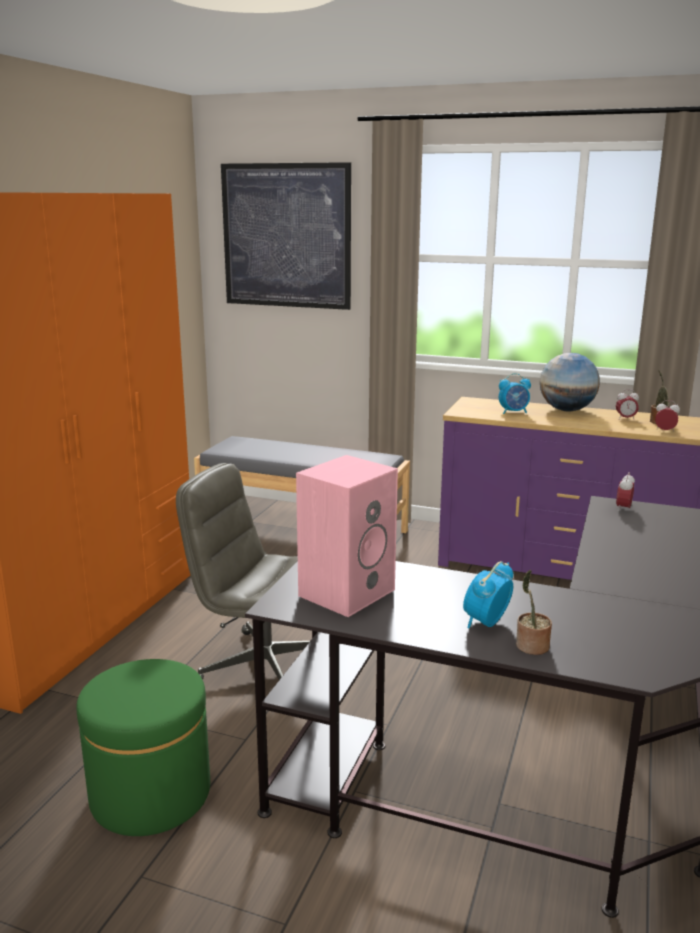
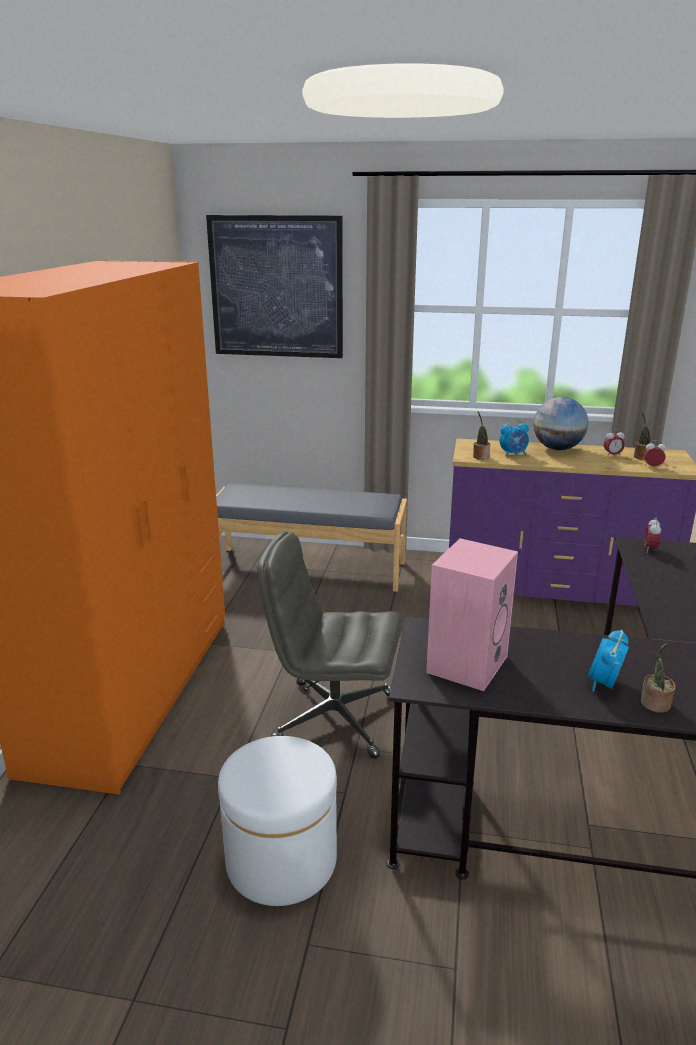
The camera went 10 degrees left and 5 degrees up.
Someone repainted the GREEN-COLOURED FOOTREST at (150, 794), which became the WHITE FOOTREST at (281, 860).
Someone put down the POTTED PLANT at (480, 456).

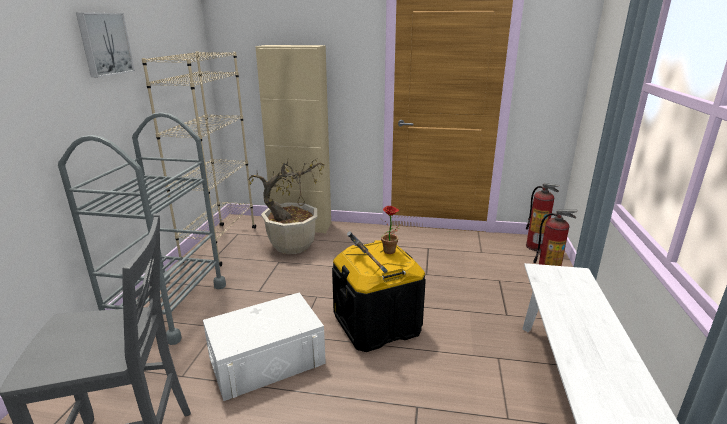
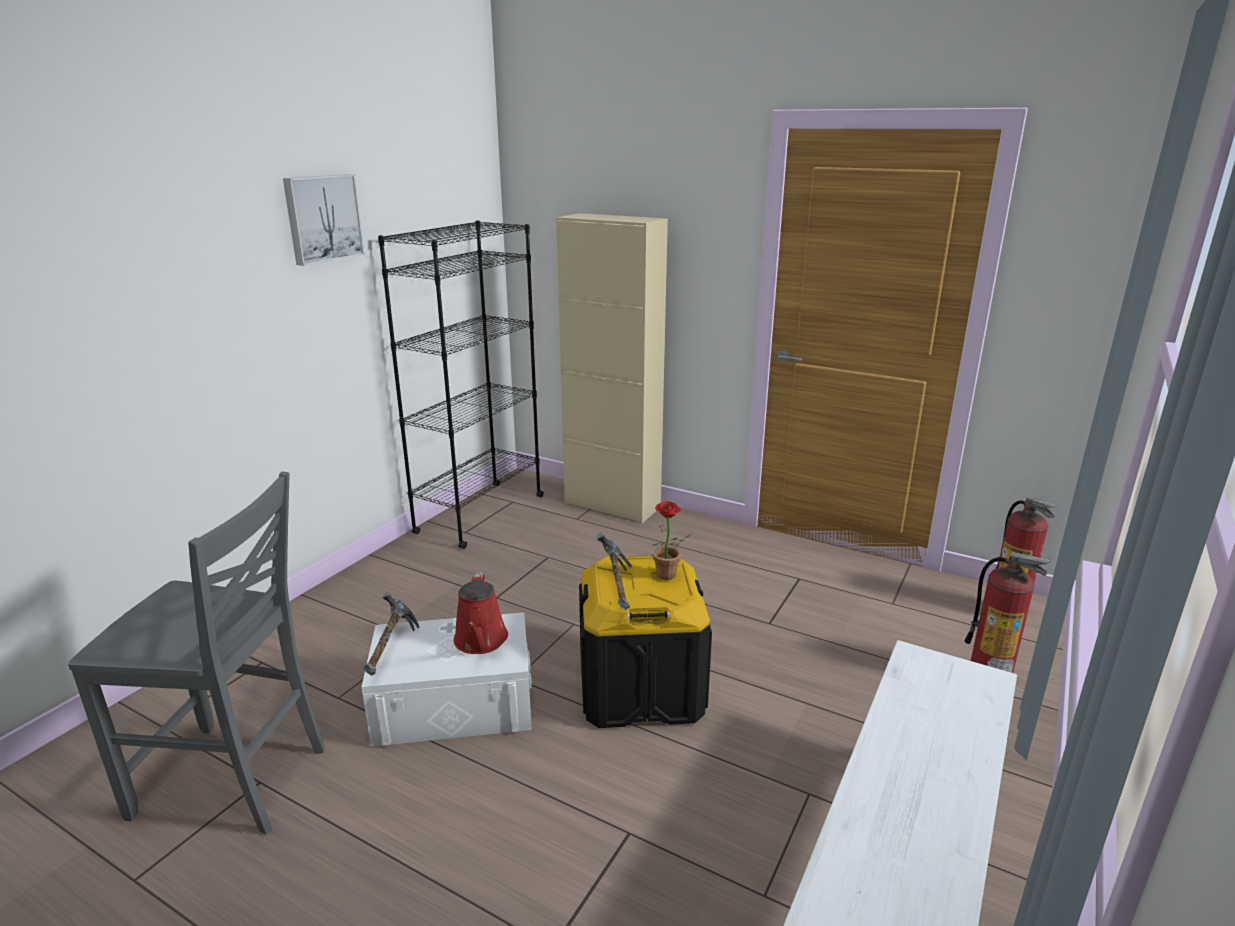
The camera went 20 degrees right and 0 degrees up.
Someone took away the GREYISH CART at (168, 308).
Someone repainted the BEIGE-COLOURED SHELVING UNIT at (220, 244), which became the BLACK SHELVING UNIT at (480, 514).
Someone took away the POTTED PLANT at (292, 245).
Someone put down the TOOL HAMMER at (389, 652).
Someone put down the RED SPRINKLING CAN at (480, 641).

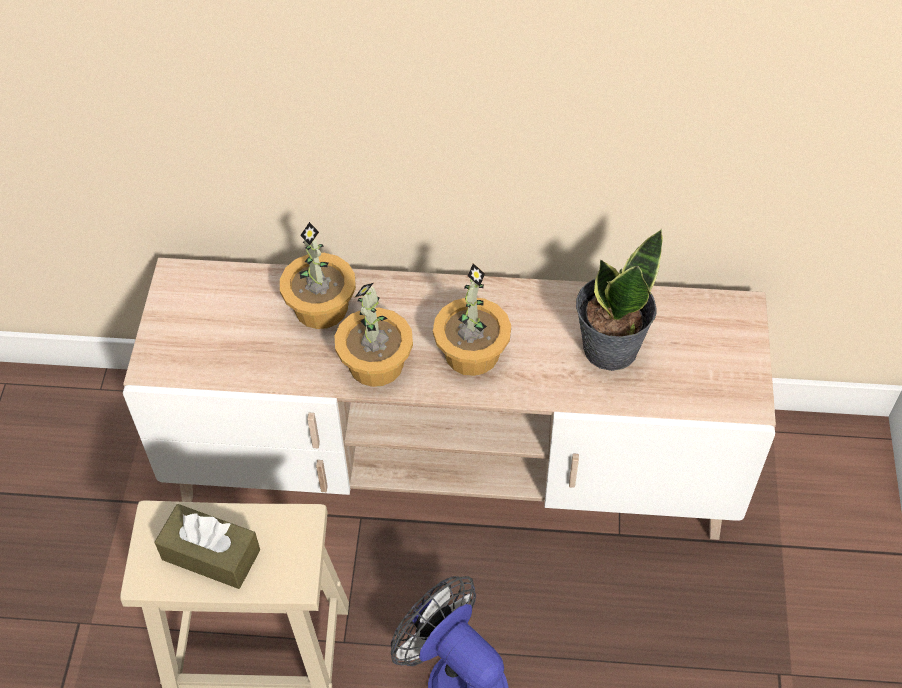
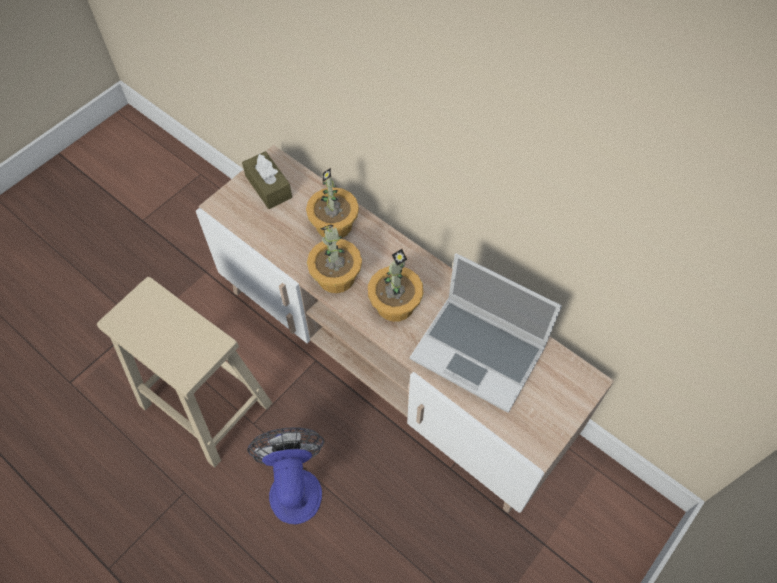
The camera went 35 degrees right and 5 degrees up.
Someone carried the BROWN TISSUE BOX from (211, 554) to (268, 187).
Someone swapped the POTTED PLANT at (609, 347) for the NOTEBOOK COMPUTER at (480, 353).

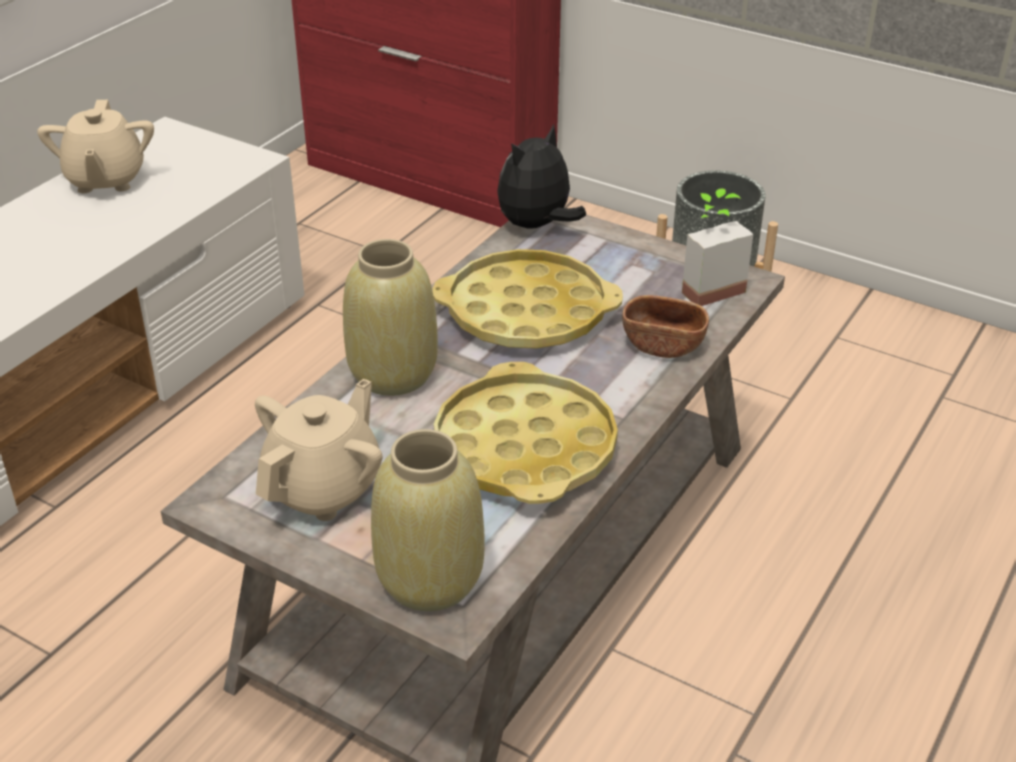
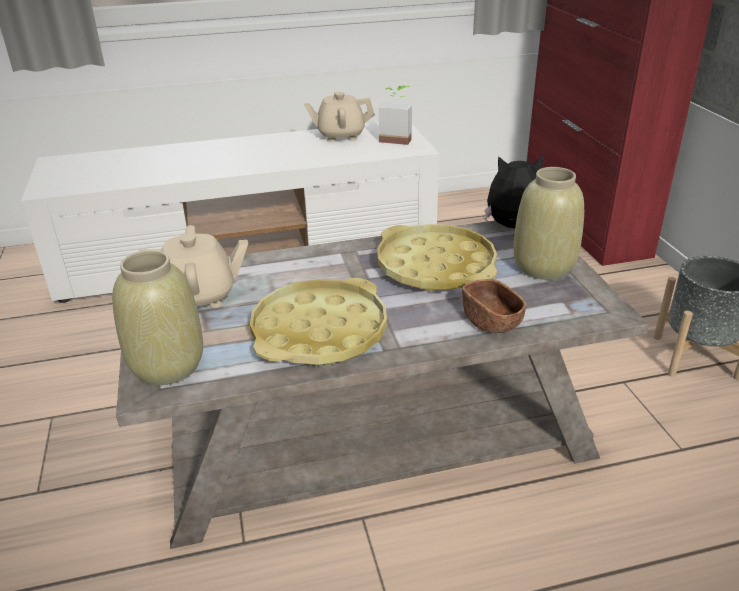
The camera went 45 degrees right and 5 degrees down.
Someone rotated the BEIGE-COLOURED TEAPOT at (105, 180) by 45 degrees clockwise.
Someone carried the BEIGE-COLOURED DECORATIVE VASE from (393, 375) to (543, 267).
Someone carried the POTTED PLANT from (706, 286) to (397, 138).

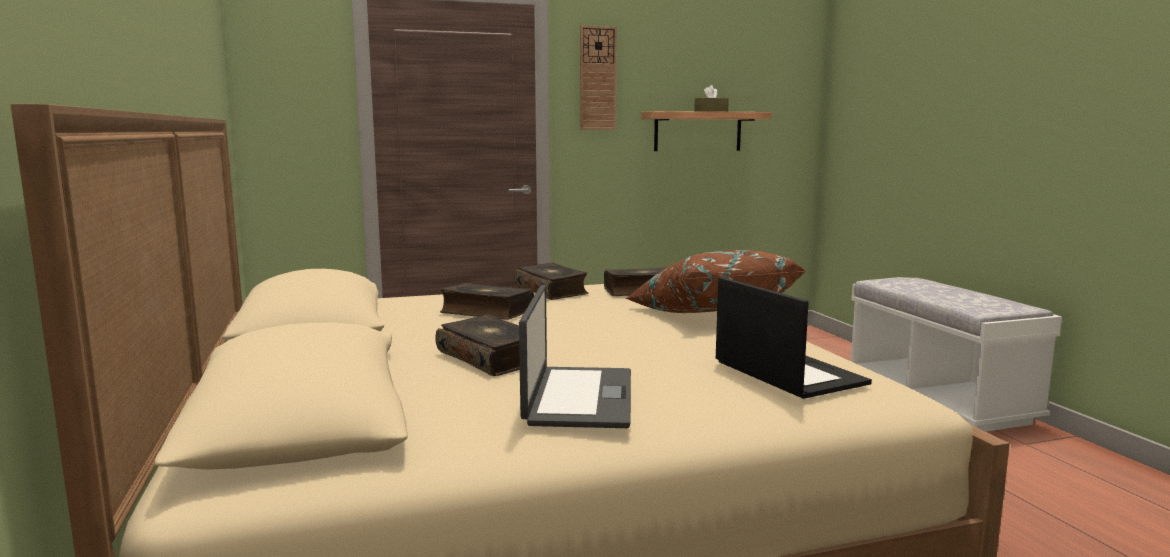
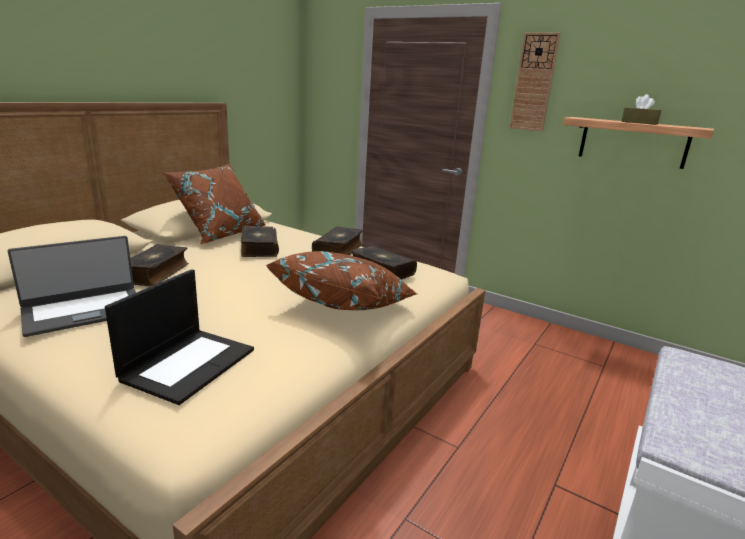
The camera went 50 degrees right and 10 degrees up.
Someone put down the BROWN PILLOW at (220, 234).

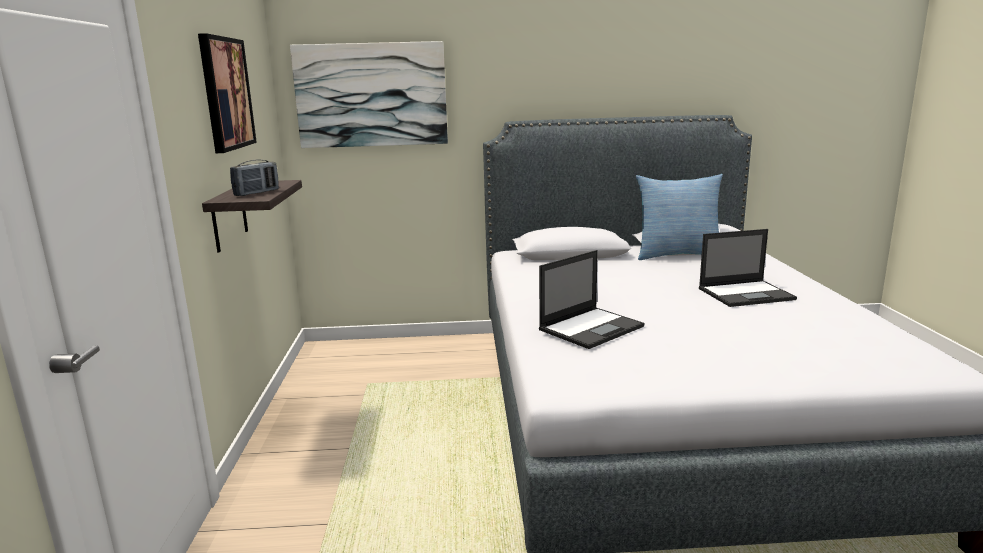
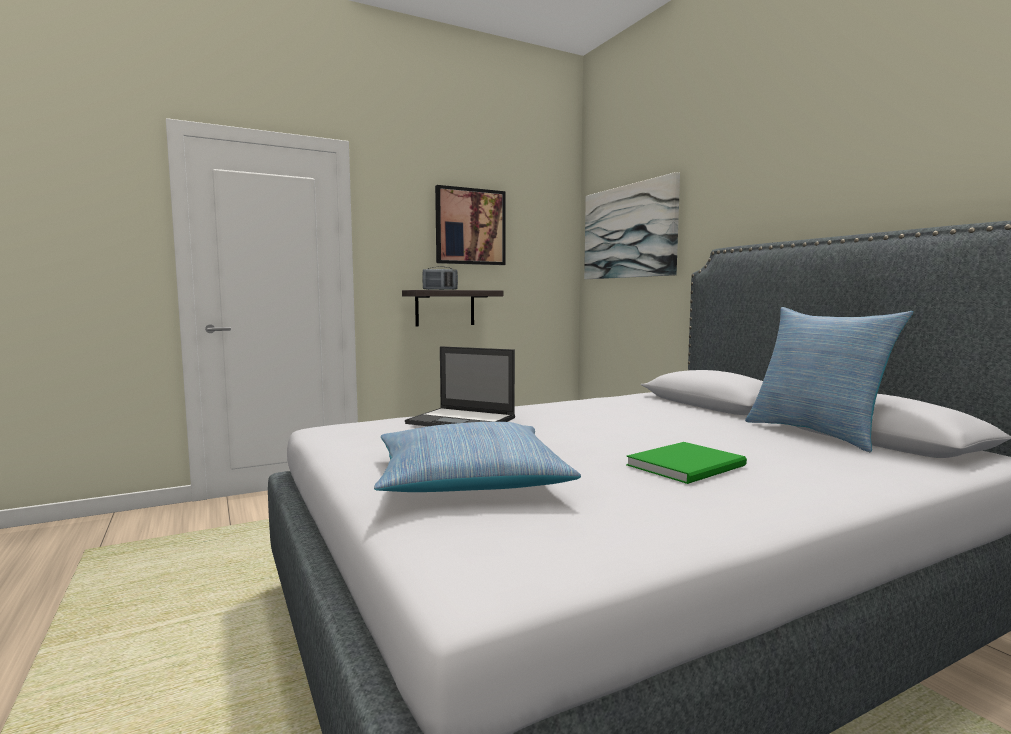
The camera went 65 degrees right and 10 degrees down.
Someone swapped the NOTEBOOK COMPUTER at (746, 294) for the GREEN-COLOURED BOOK at (690, 465).
Someone put down the PILLOW at (468, 479).

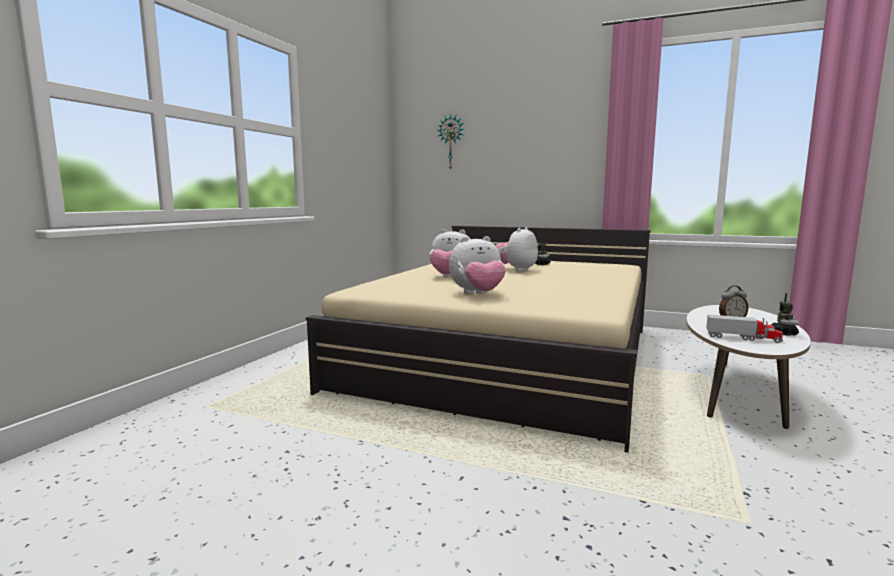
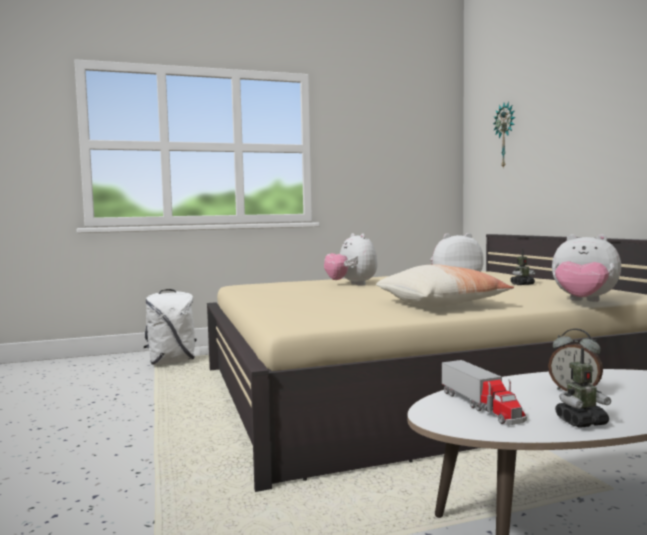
The camera went 50 degrees right and 5 degrees down.
Someone carried the PLUSH TOY from (477, 294) to (583, 301).
Someone put down the WHITE KNAPSACK at (171, 362).
Someone put down the PILLOW at (441, 304).

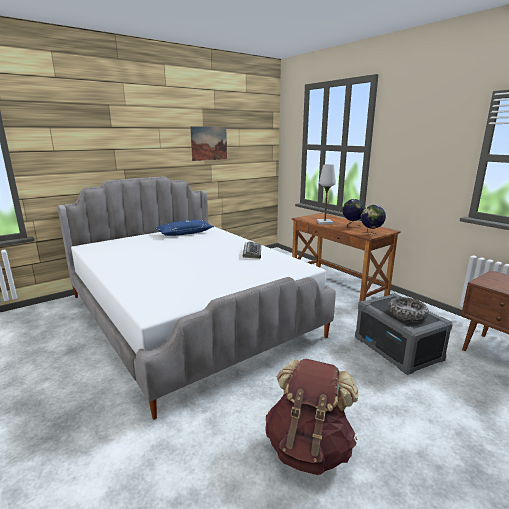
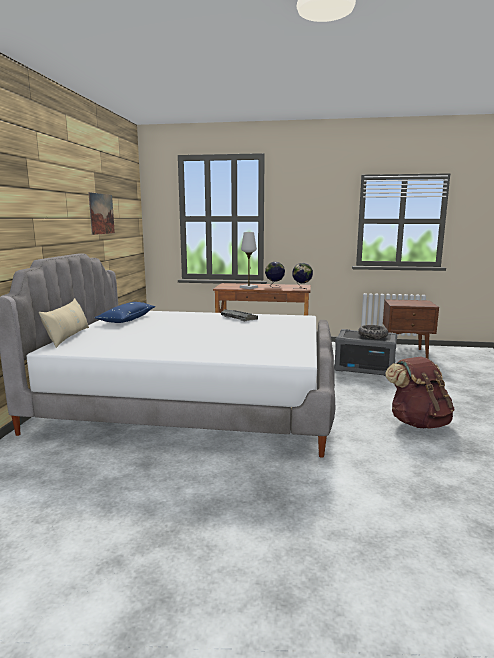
The camera went 45 degrees left and 5 degrees down.
Someone put down the BEIGE-COLOURED PILLOW at (68, 337).

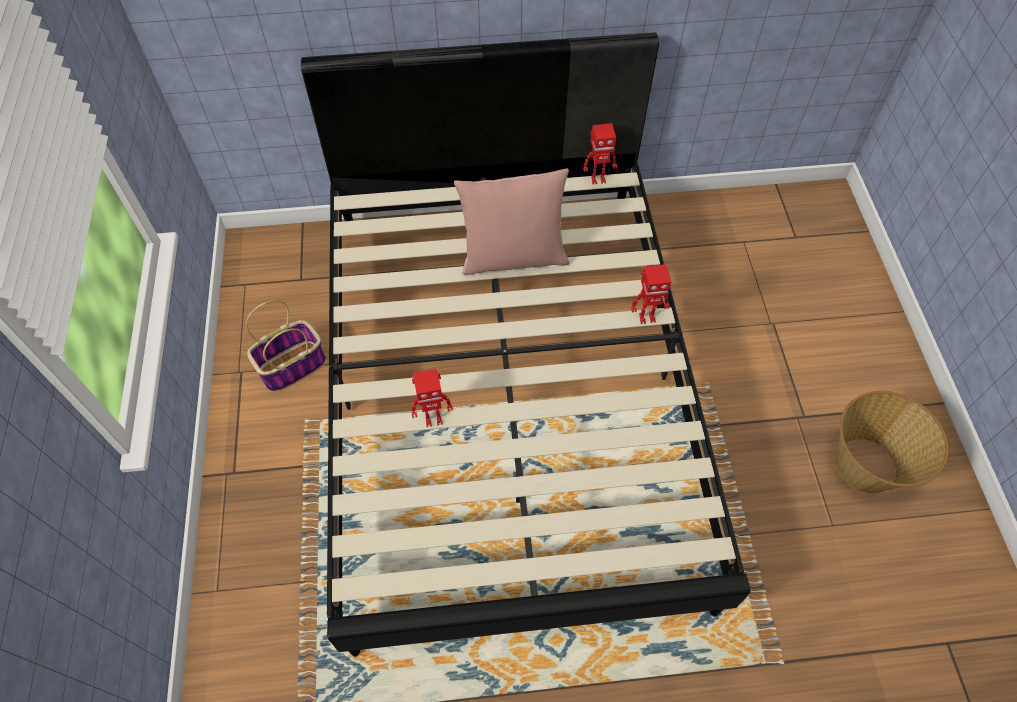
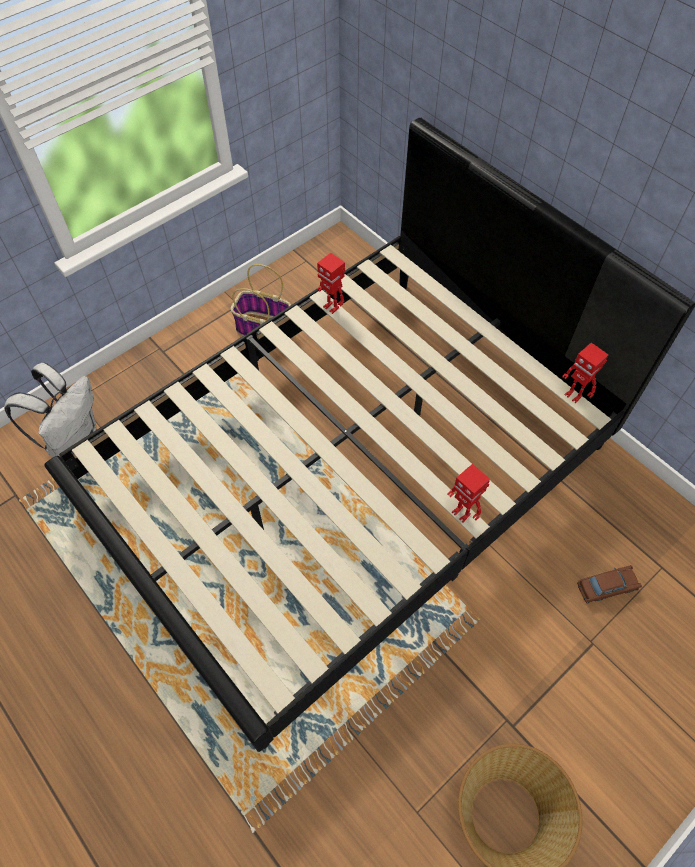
The camera went 55 degrees right and 0 degrees up.
Someone carried the TOY ROBOT from (433, 419) to (332, 307).
Someone took away the PINKISH PILLOW at (513, 257).
Someone put down the WHITE KNAPSACK at (73, 439).
Someone put down the BROWN TOY CAR at (606, 586).

